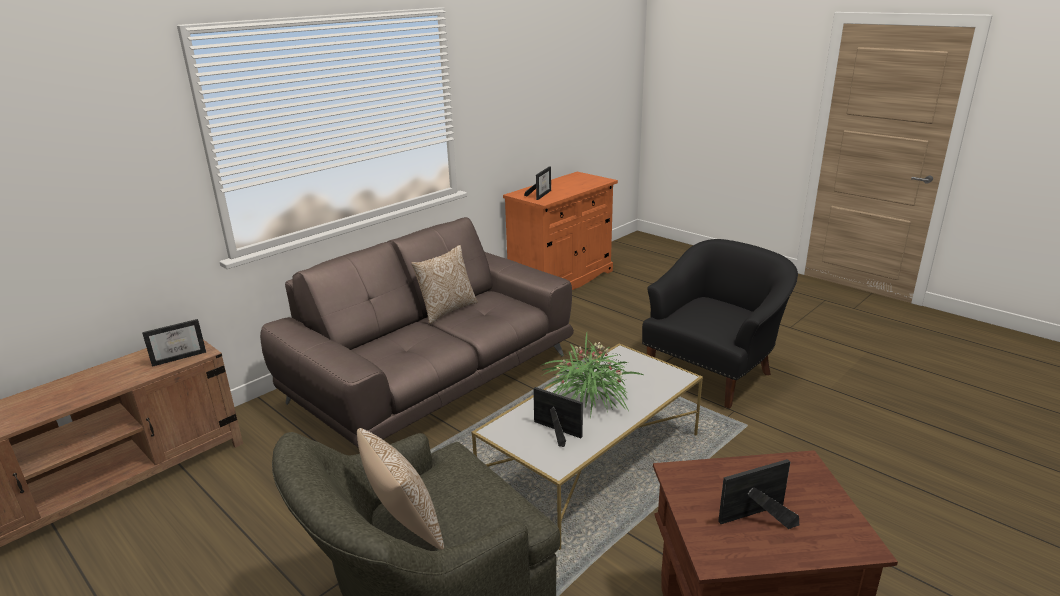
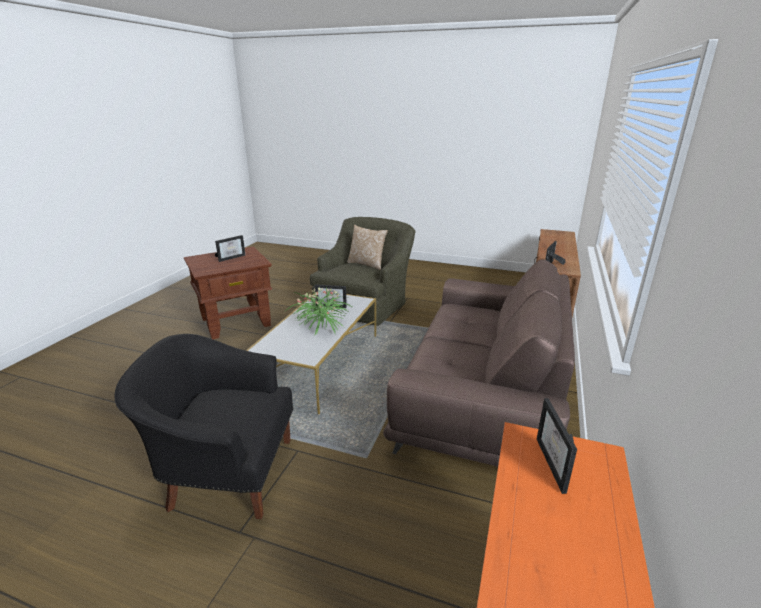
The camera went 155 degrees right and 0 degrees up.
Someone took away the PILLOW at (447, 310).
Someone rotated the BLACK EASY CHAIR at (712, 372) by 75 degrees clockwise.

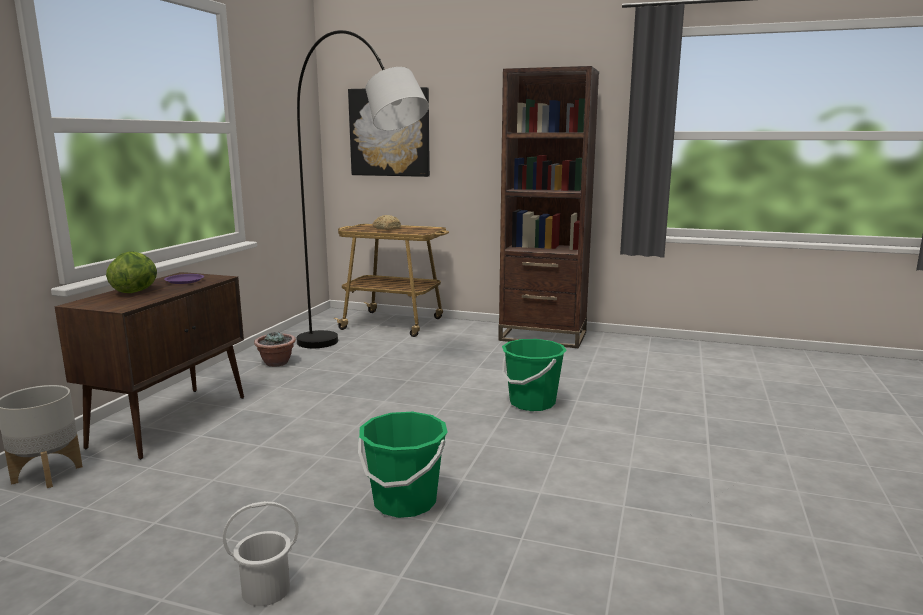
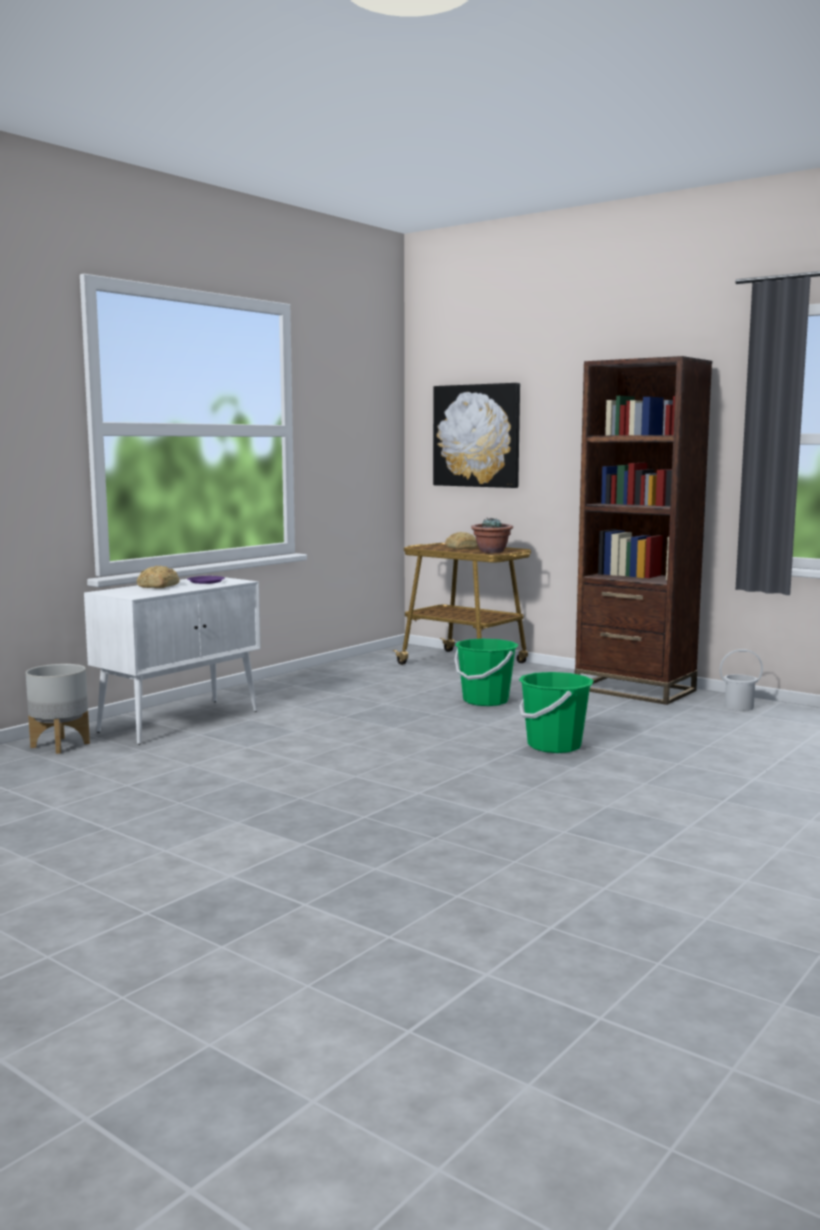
The camera went 20 degrees right and 5 degrees down.
Someone repainted the BROWN CUPBOARD at (172, 420), which became the WHITE CUPBOARD at (181, 721).
Someone swapped the LETTUCE at (136, 291) for the BAKED BREAD at (157, 586).
Someone carried the WHITE WATER BUCKET from (266, 590) to (739, 707).
Someone carried the POTTED PLANT from (276, 363) to (491, 551).
Someone took away the GREYISH FLOOR LAMP at (361, 360).
Someone carried the GREEN-COLOURED WATER BUCKET from (404, 502) to (485, 701).

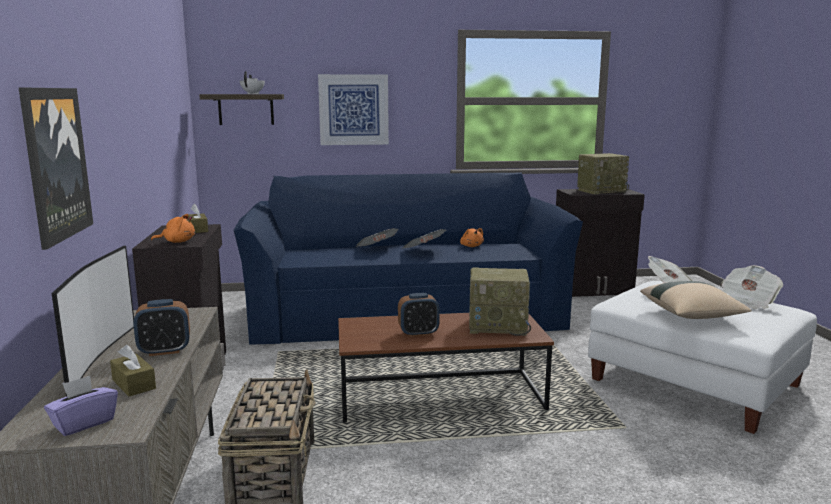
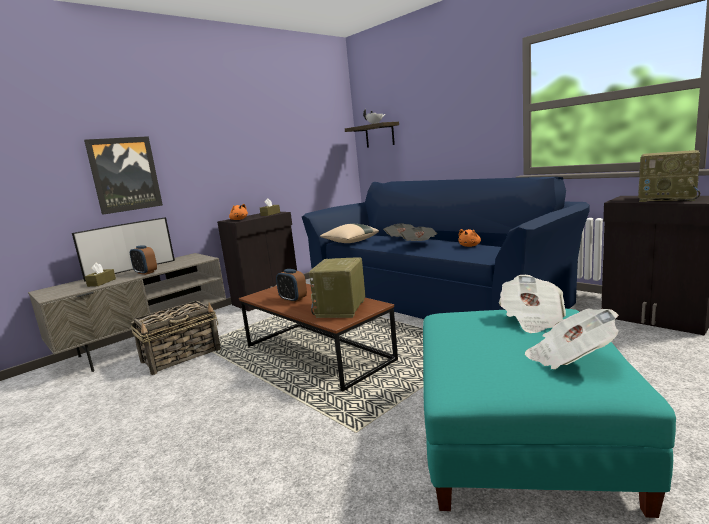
The camera went 55 degrees right and 0 degrees up.
Someone took away the PURPLISH TISSUE BOX at (84, 423).
Someone took away the WALL ART at (353, 110).
Someone rotated the RADIO RECEIVER at (499, 326) by 45 degrees clockwise.
Someone repainted the WHITE FOOTREST at (695, 382), which became the TURQUOISE-COLOURED FOOTREST at (519, 437).
Someone carried the BEIGE-COLOURED PILLOW from (692, 315) to (350, 242).

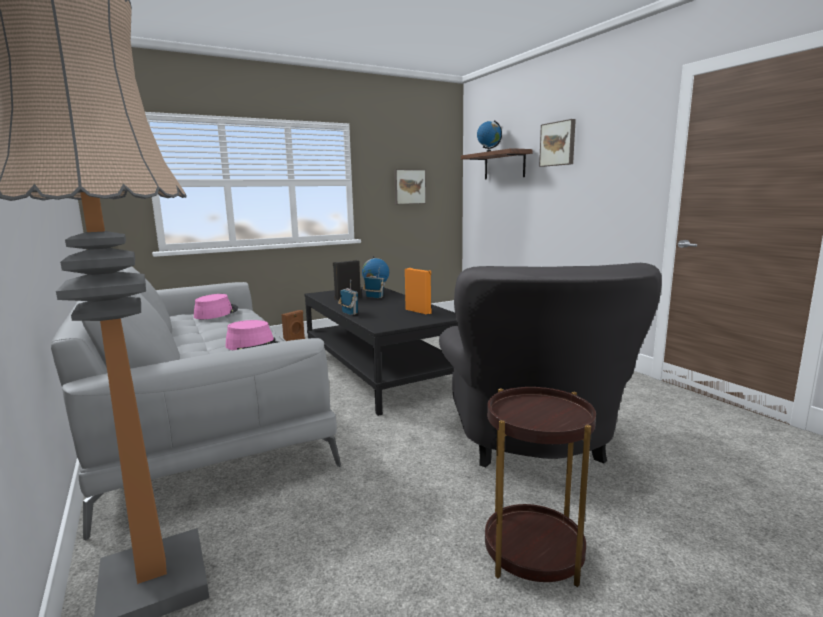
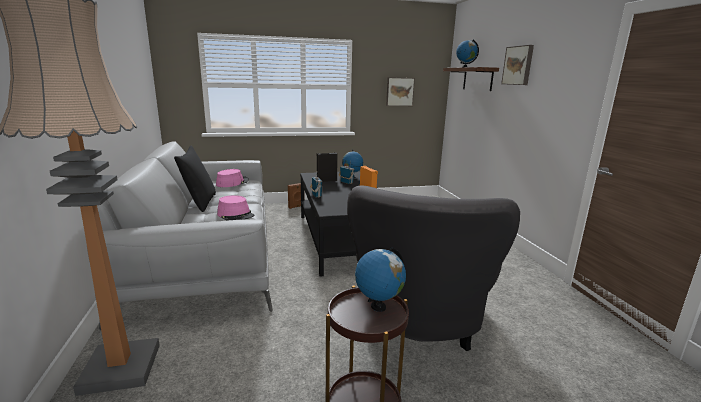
The camera went 15 degrees right and 5 degrees up.
Someone put down the BLACK PILLOW at (200, 203).
Someone put down the DESK GLOBE at (378, 306).

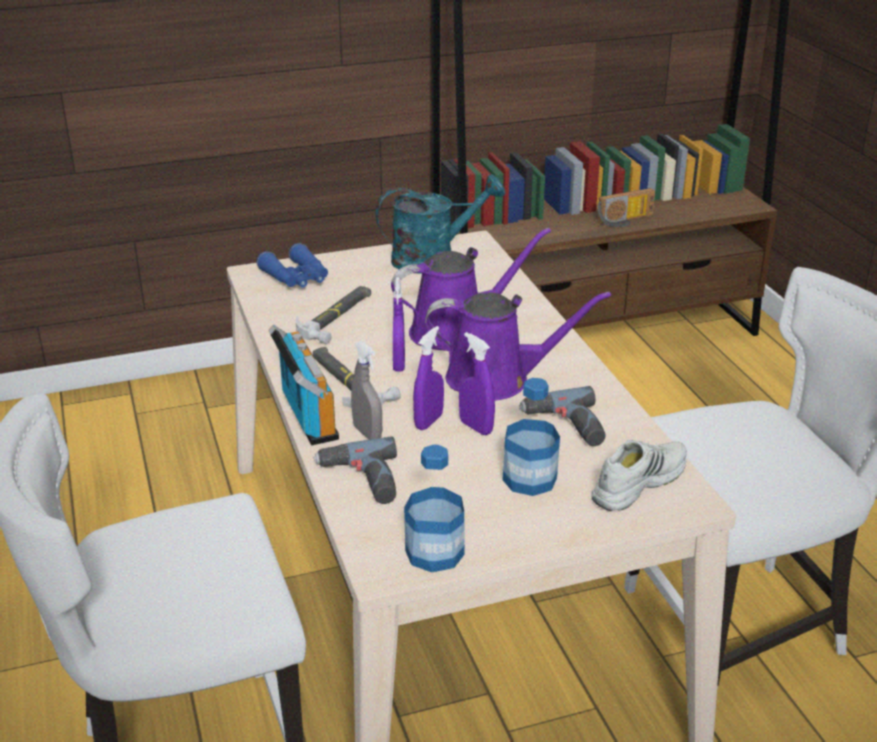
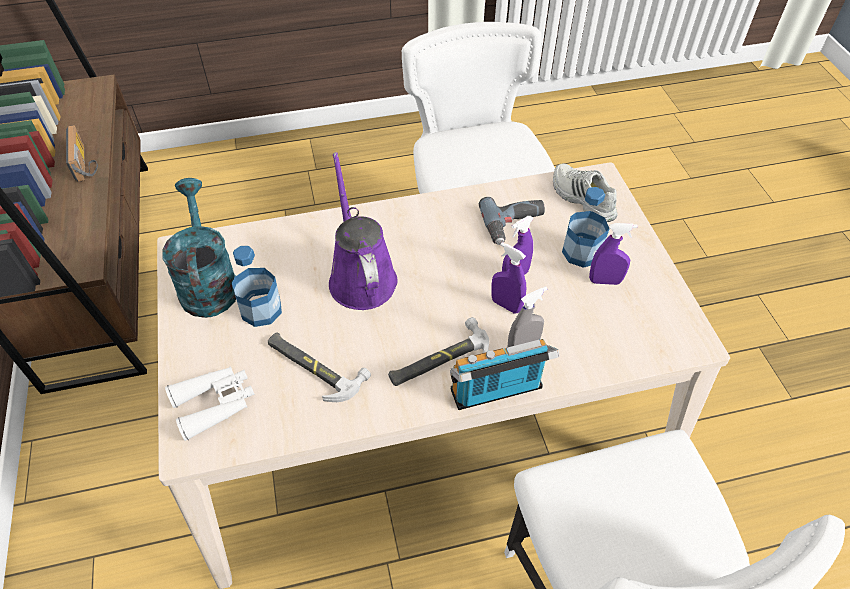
The camera went 85 degrees left and 20 degrees up.
Someone repainted the BLUE-COLOURED FIELD GLASSES at (297, 278), which became the WHITE FIELD GLASSES at (215, 403).
Someone took away the POWER DRILL at (361, 481).
Someone carried the PURPLISH SPRAYER from (399, 364) to (605, 281).
Someone carried the DRINK BOTTLE from (434, 552) to (261, 310).
Someone took away the PURPLISH SPRINKLING CAN at (496, 379).

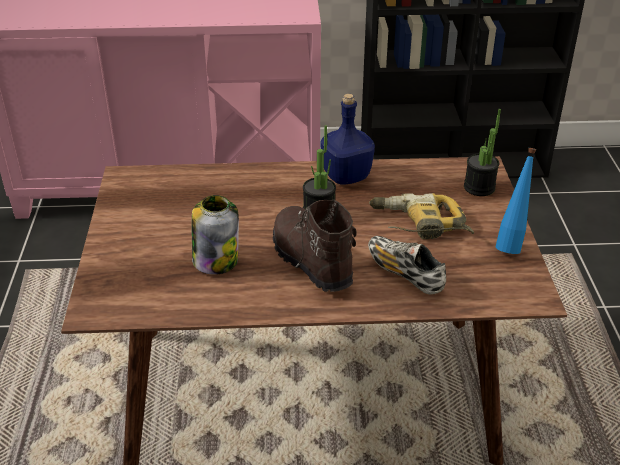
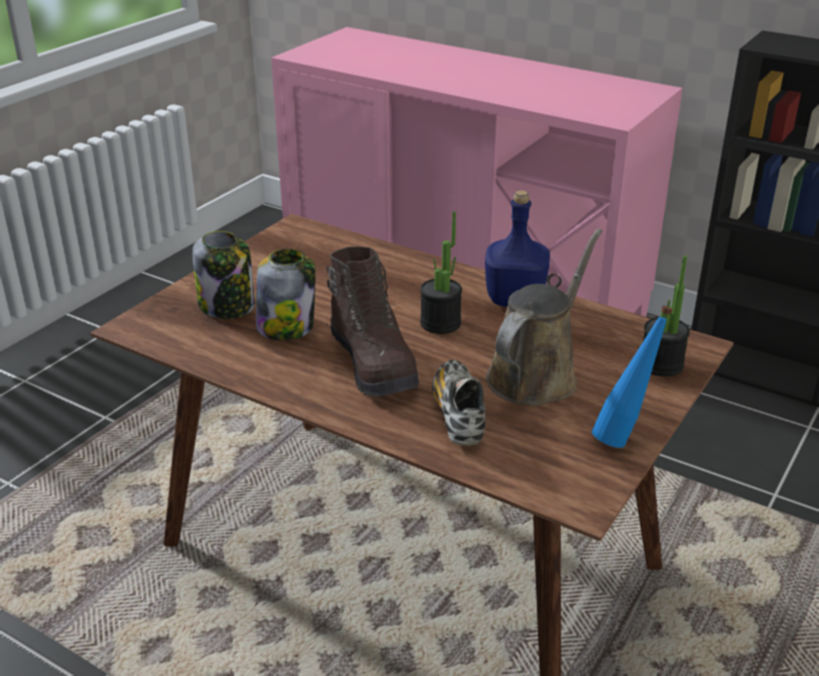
The camera went 35 degrees right and 5 degrees down.
Someone rotated the BROWN TALL BOOT at (310, 261) by 150 degrees clockwise.
Someone swapped the POWER DRILL at (419, 225) for the BROWN SPRINKLING CAN at (536, 375).
Someone put down the STORAGE JAR at (227, 306).

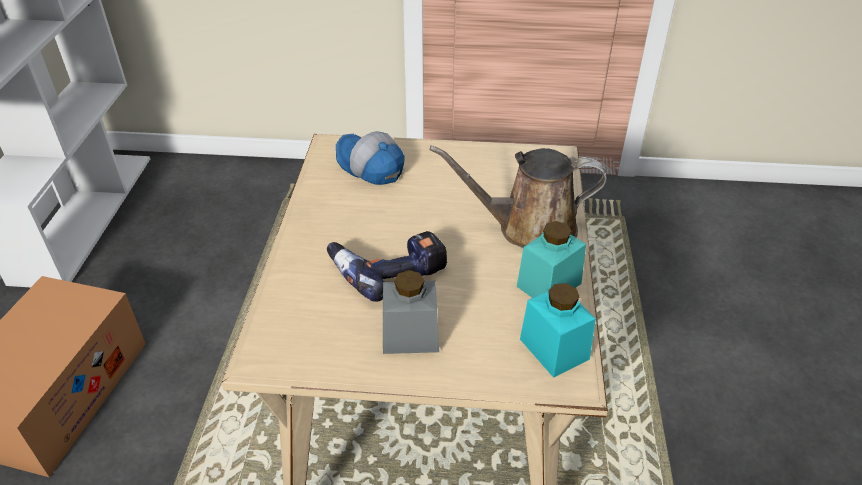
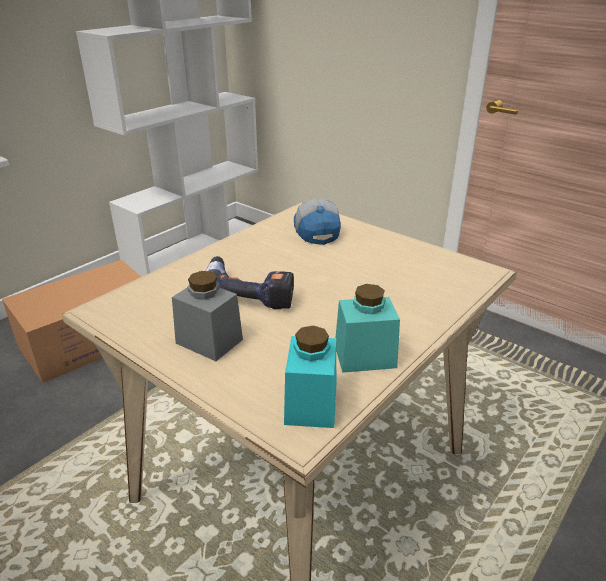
The camera went 35 degrees right and 10 degrees down.
Someone took away the BROWN SPRINKLING CAN at (529, 228).

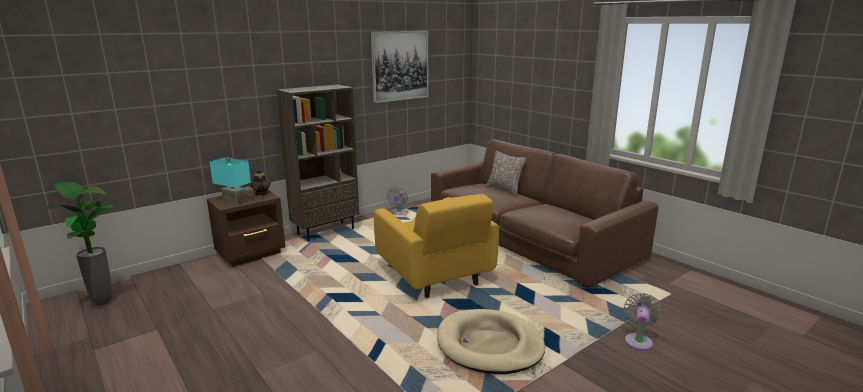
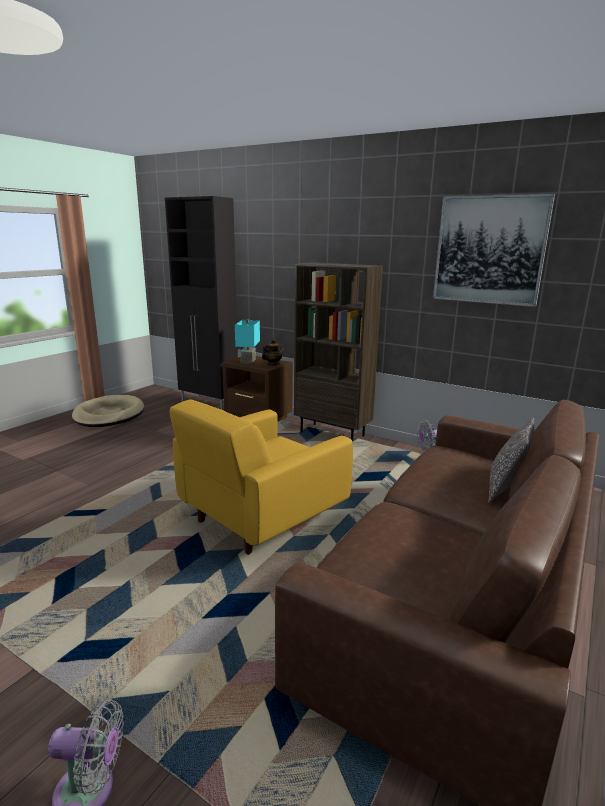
The camera went 70 degrees right and 0 degrees up.
Someone took away the POTTED PLANT at (103, 302).
Someone carried the BEIGE-COLOURED DOG BED from (489, 345) to (109, 415).
Someone put down the BLACK CUPBOARD at (209, 403).

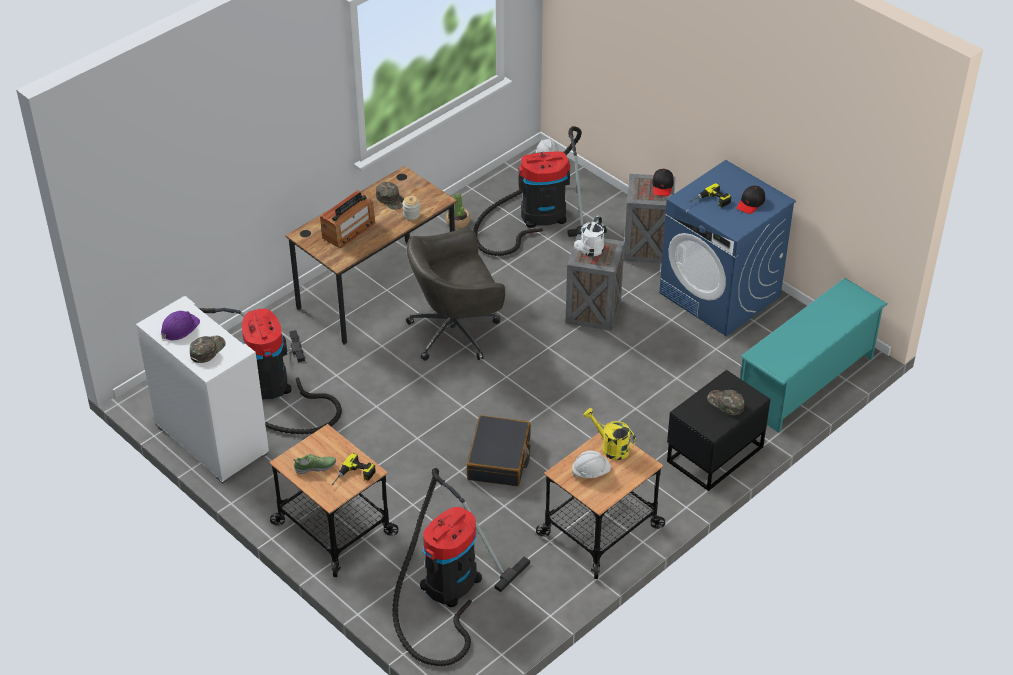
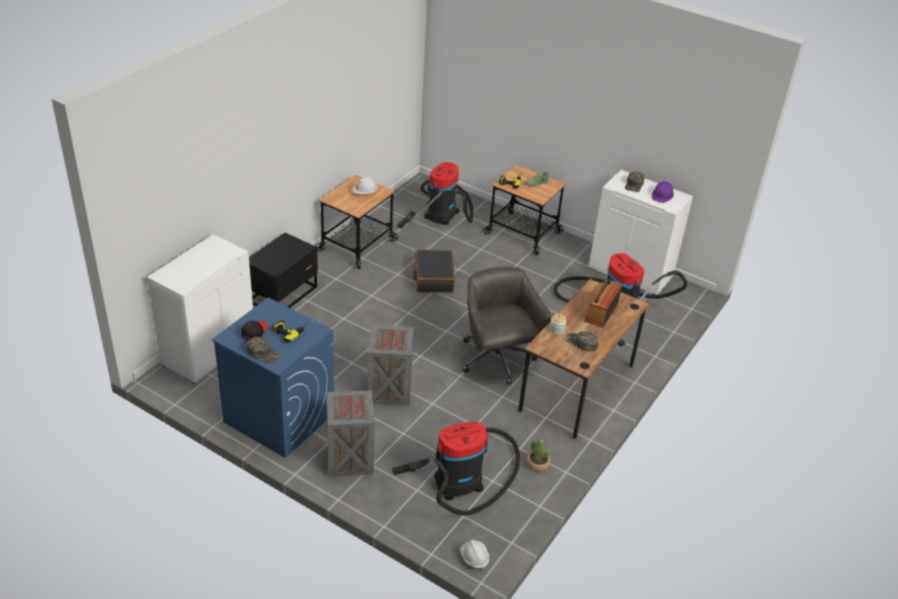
The camera went 165 degrees right and 5 degrees down.
Someone rotated the GREYISH OFFICE CHAIR at (456, 332) by 75 degrees counterclockwise.
Someone took away the WHITE SPRINKLING CAN at (590, 251).
Someone took away the YELLOW SPRINKLING CAN at (610, 447).
Someone took away the BLACK BASEBALL CAP at (662, 186).
Someone carried the GREEN-COLOURED BASEBALL CAP from (725, 403) to (263, 353).
Someone swapped the TURQUOISE-COLOURED SHOE SHELF at (806, 381) for the WHITE CUPBOARD at (208, 350).

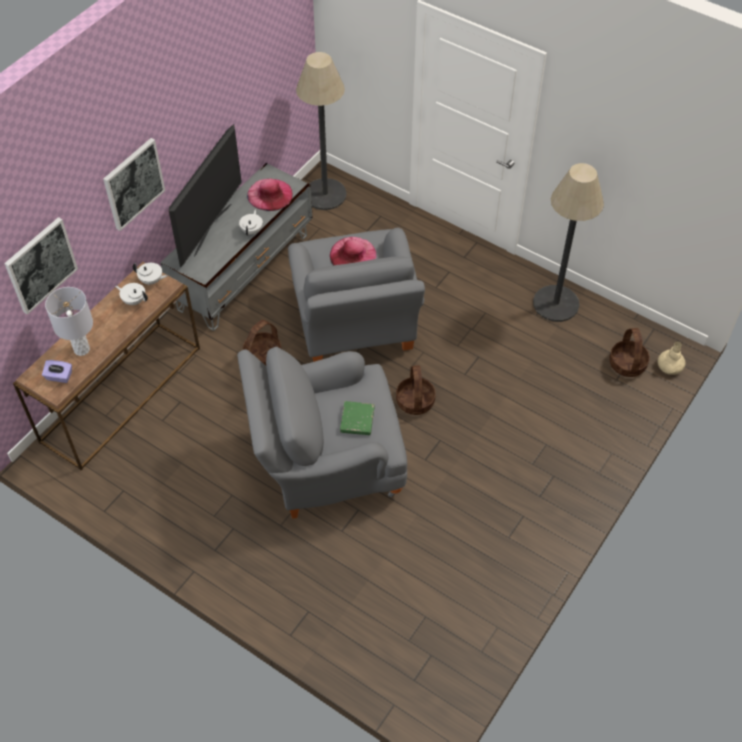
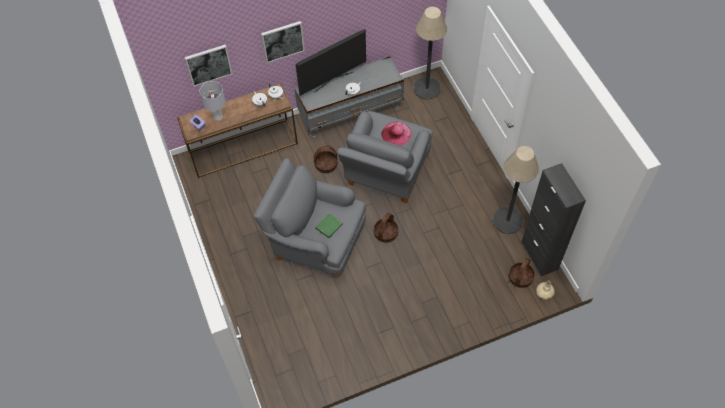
The camera went 35 degrees right and 5 degrees up.
Someone took away the PINKISH CLOTHING HAT at (270, 194).
Someone put down the BLACK CUPBOARD at (539, 255).

